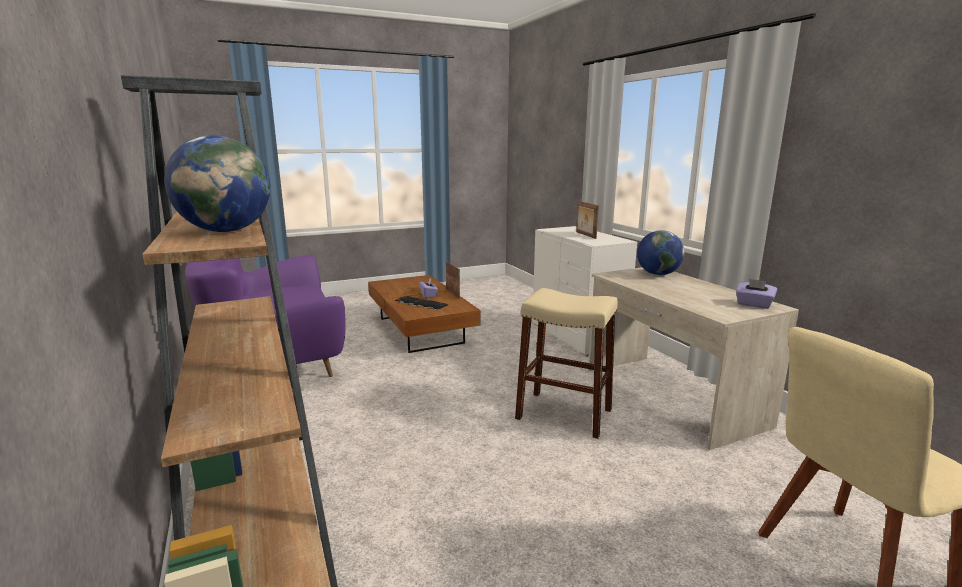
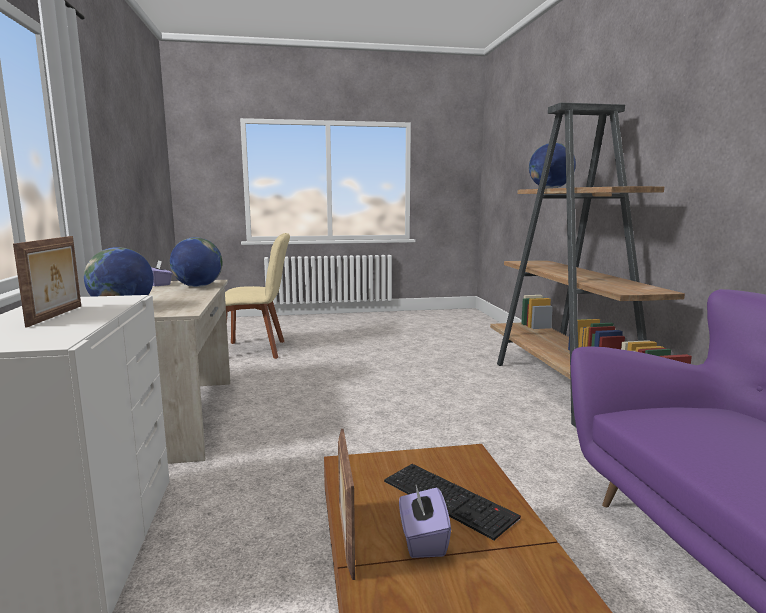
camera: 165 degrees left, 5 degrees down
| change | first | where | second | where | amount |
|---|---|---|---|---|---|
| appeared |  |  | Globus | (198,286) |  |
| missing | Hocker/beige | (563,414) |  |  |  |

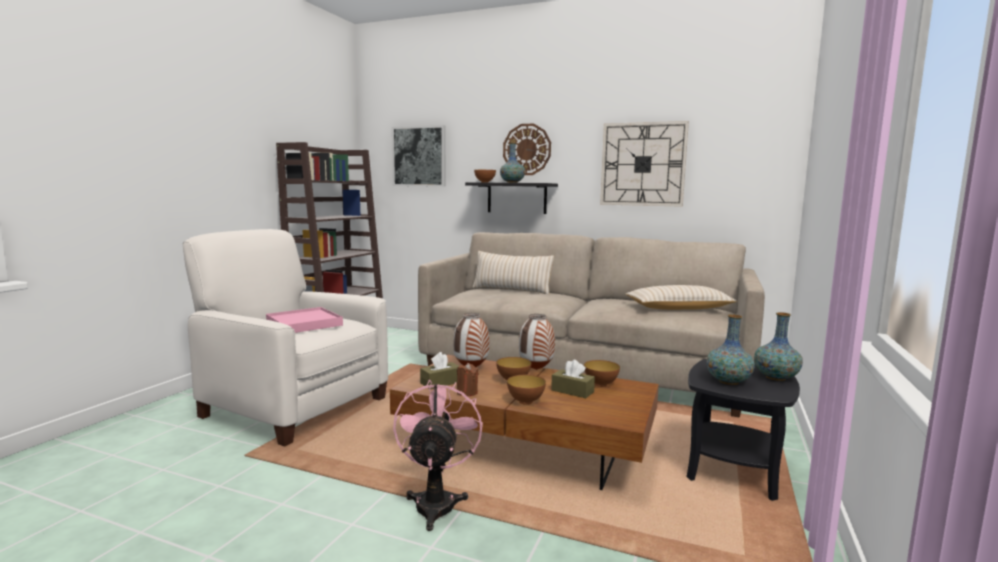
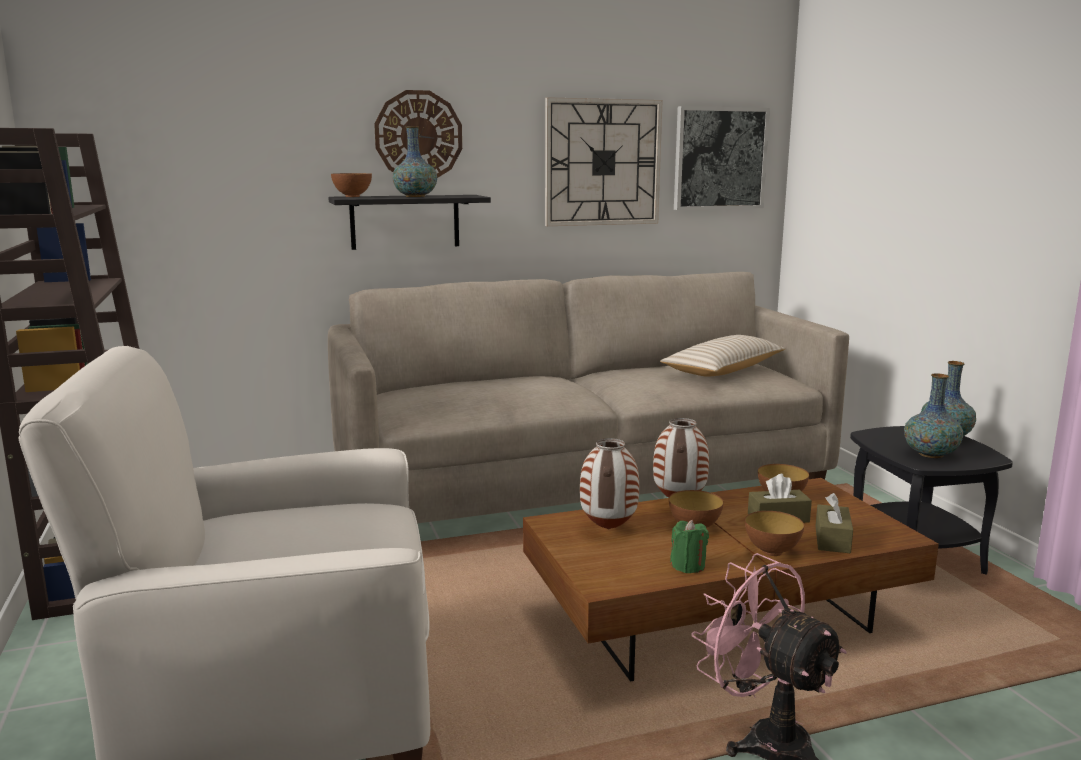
camera: 40 degrees left, 5 degrees up
| change | first | where | second | where | amount |
|---|---|---|---|---|---|
| colour | Kerze/braun | (467,392) | Kerze/grün | (688,566) |  |
| relocated | Bild | (419,156) |  | (719,158) |  |
| relocated | Taschentuchbox/braun | (441,382) |  | (832,539) |  |
| missing | Tablett/rosa | (304,324) |  |  |  |
| missing | Kissen/beige | (511,290) |  |  |  |

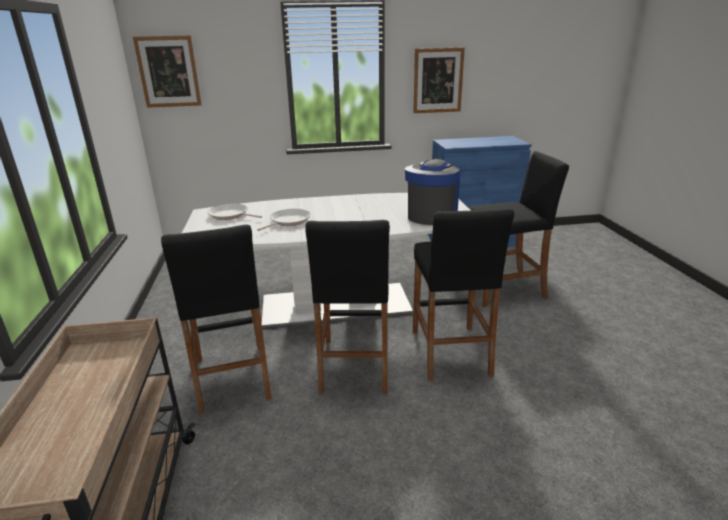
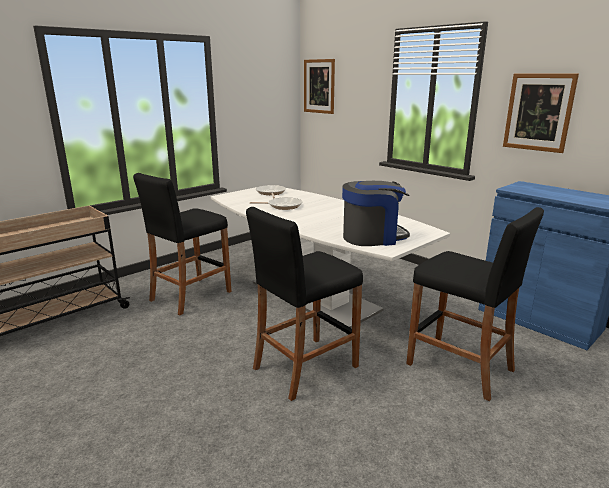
camera: 55 degrees right, 5 degrees down
| change | first | where | second | where | amount |
|---|---|---|---|---|---|
| missing | Hocker/schwarz | (354,366) |  |  |  |

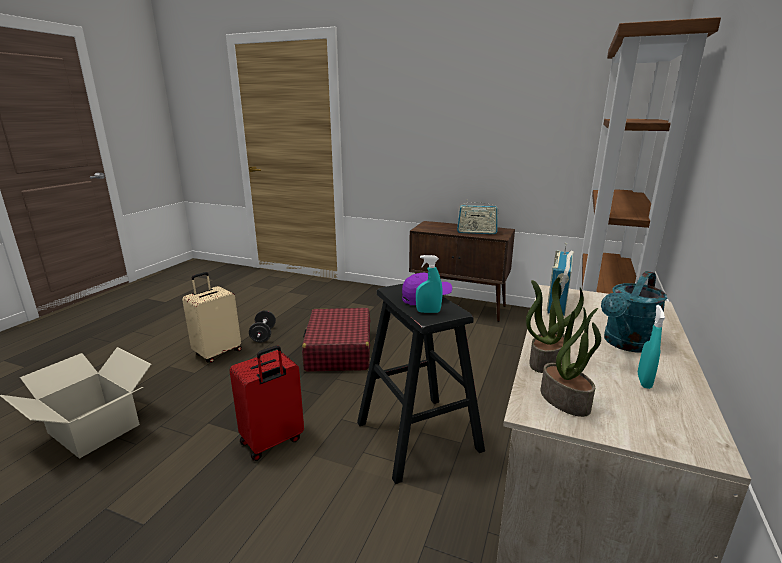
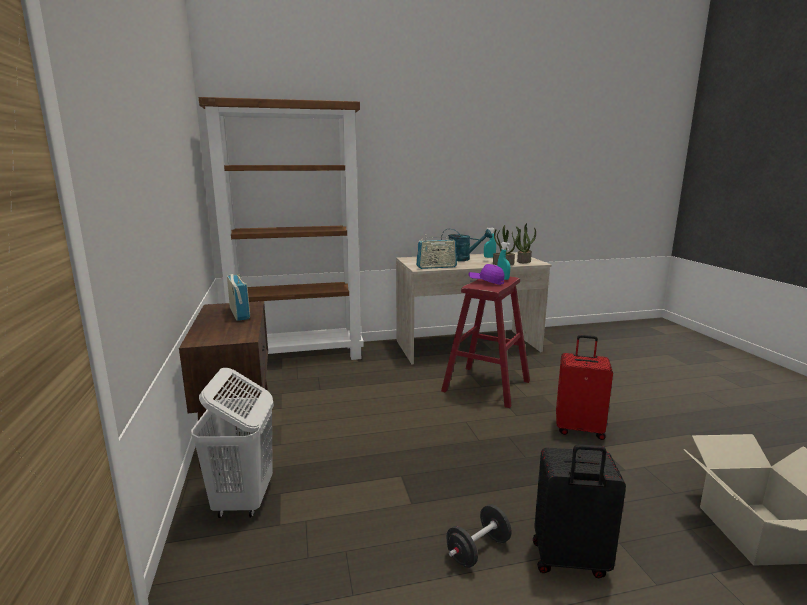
camera: 125 degrees left, 5 degrees down
| change | first | where | second | where | amount |
|---|---|---|---|---|---|
| appeared |  |  | Wäschekorb/weiß | (243,500) |  |
| colour | Hocker/schwarz | (418,436) | Hocker/rot | (486,386) |  |
| colour | Koffer/beige | (217,353) | Koffer/schwarz | (569,561) |  |
| missing | Koffer/rot | (339,350) |  |  |  |

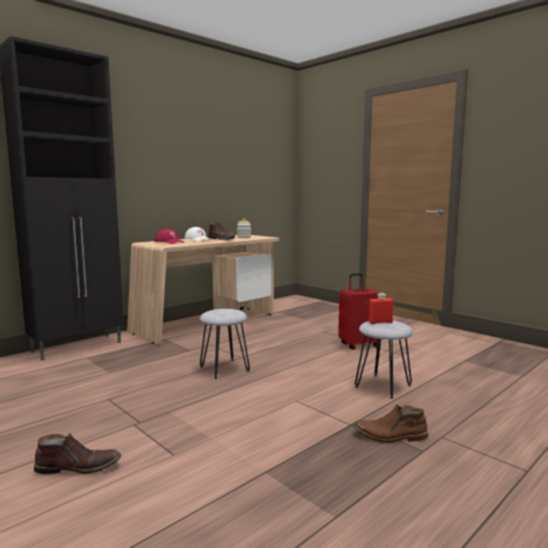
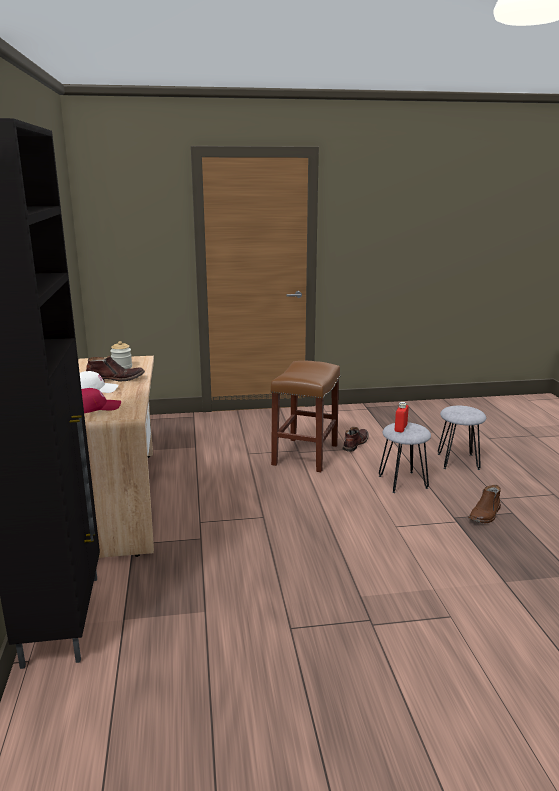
camera: 55 degrees left, 10 degrees up
| change | first | where | second | where | amount |
|---|---|---|---|---|---|
| exchanged | Koffer/rot | (358,345) | Hocker/braun | (305,454) |  |
| relocated | Stiefel/braun | (79,467) |  | (354,443) |  |
| relocated | Hocker/grau | (225,368) |  | (458,461) |  |

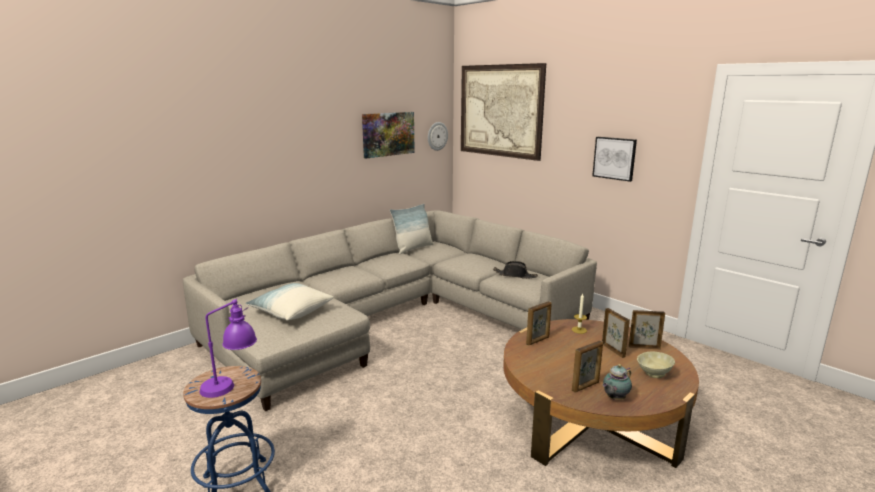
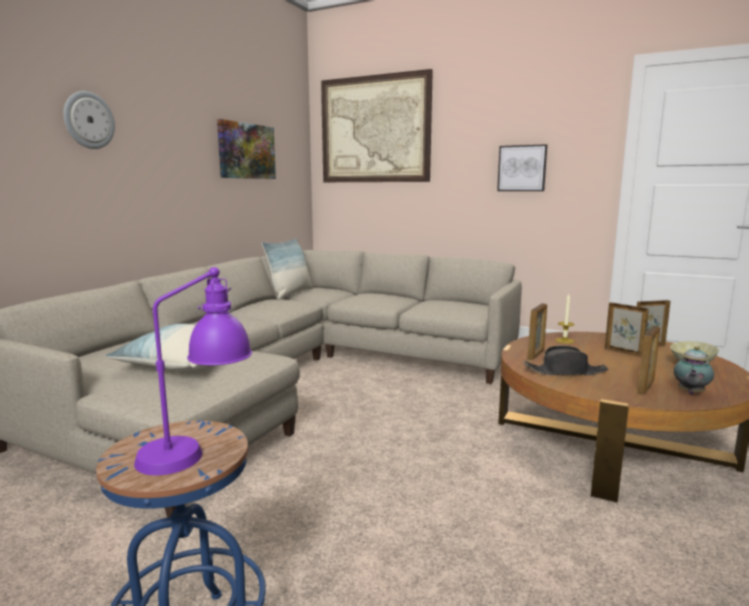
camera: 20 degrees left, 5 degrees down
| change | first | where | second | where | amount |
|---|---|---|---|---|---|
| relocated | Wanduhr | (437,136) |  | (88,120) |  |
| relocated | Hut/schwarz | (515,275) |  | (565,372) |  |

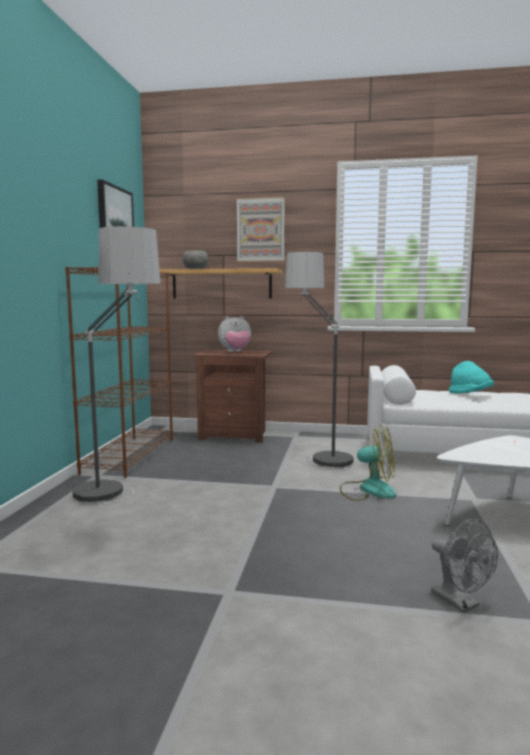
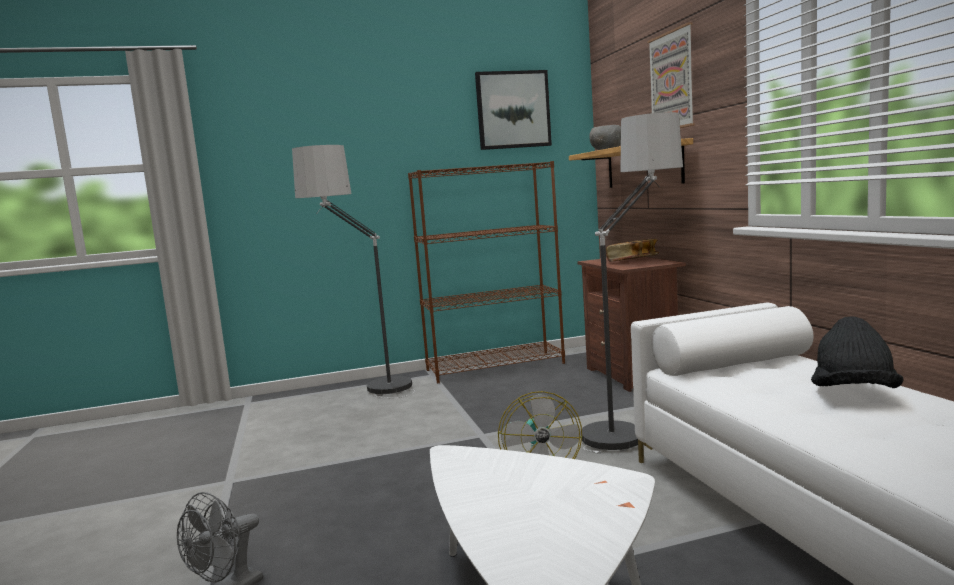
camera: 65 degrees right, 0 degrees up
| change | first | where | second | where | amount |
|---|---|---|---|---|---|
| exchanged | Plüschtier | (235,352) | Buch | (632,261) |  |
| colour | Hut/türkis | (470,394) | Hut/schwarz | (853,394) |  |

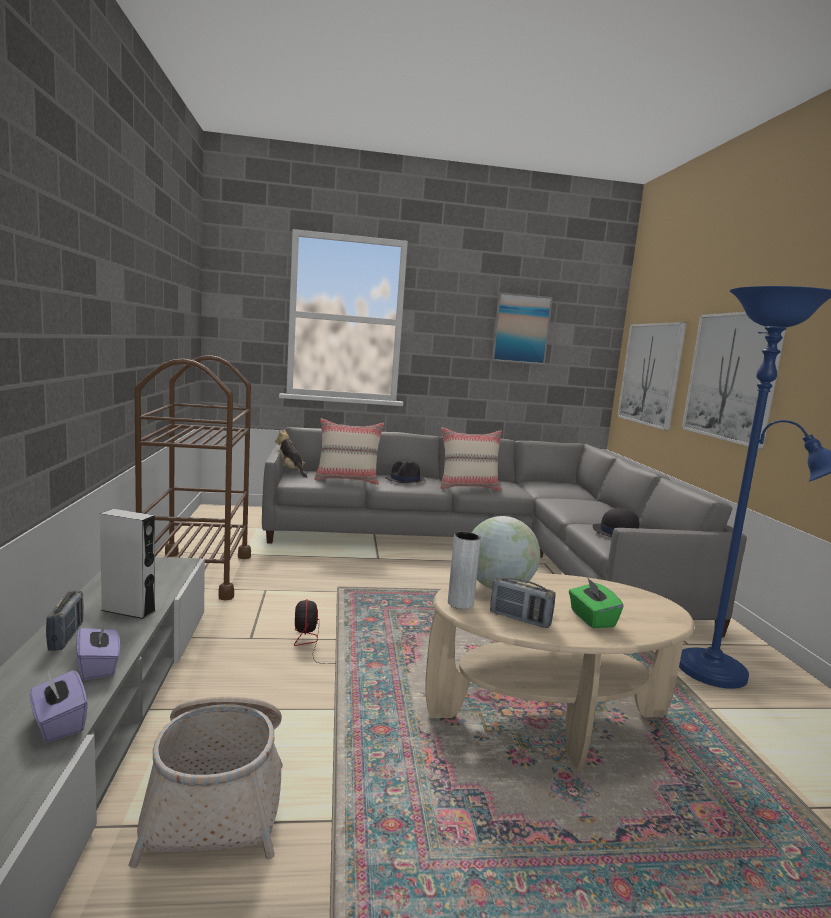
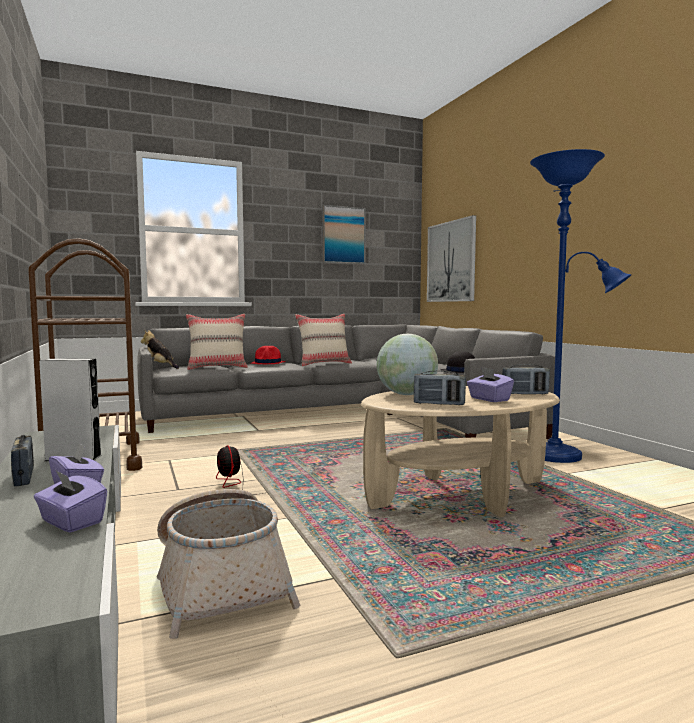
camera: 15 degrees left, 5 degrees down
| change | first | where | second | where | amount |
|---|---|---|---|---|---|
| colour | Hut/schwarz | (405,479) | Hut/rot | (268,363) |  |
| colour | Taschentuchbox/grün | (591,619) | Taschentuchbox/lila | (489,399) |  |
| appeared |  |  | Radio | (525,394) |  |
| missing | Vase/grau | (460,603) |  |  |  |
| missing | Bild | (732,376) |  |  |  |

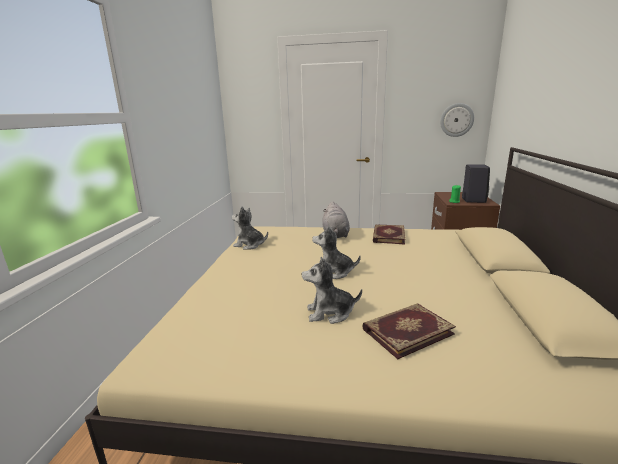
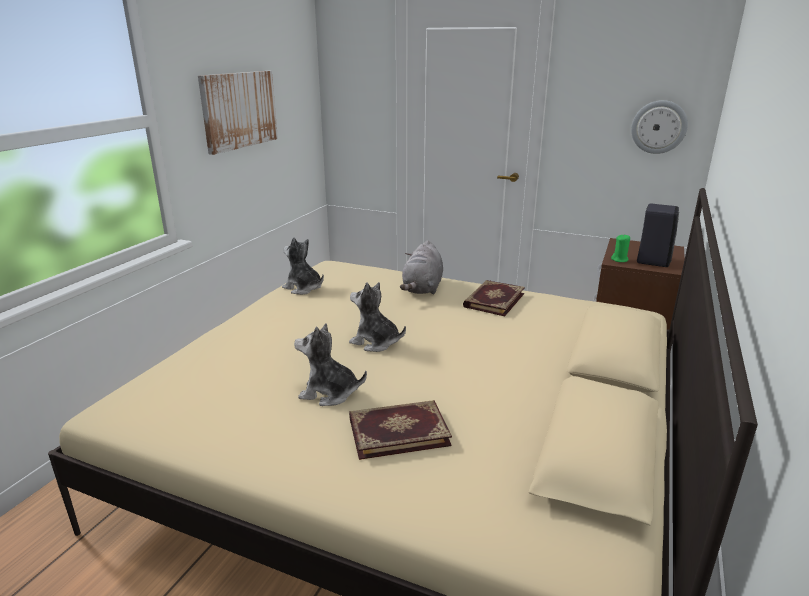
camera: 15 degrees right, 5 degrees up
| change | first | where | second | where | amount |
|---|---|---|---|---|---|
| appeared |  |  | Bild | (239,110) |  |

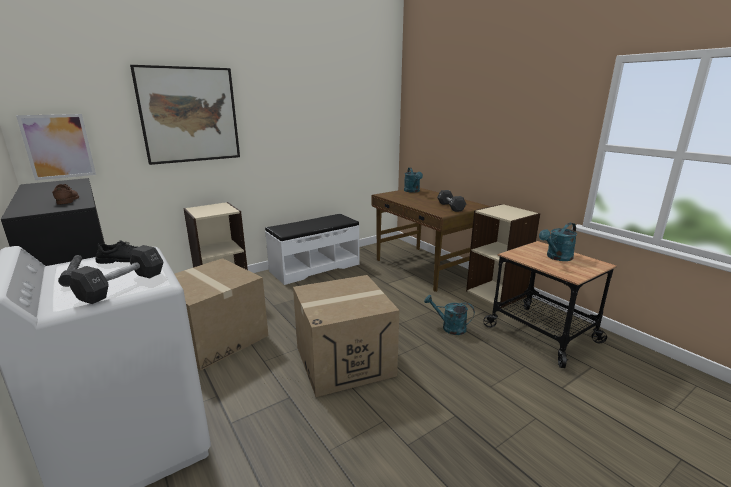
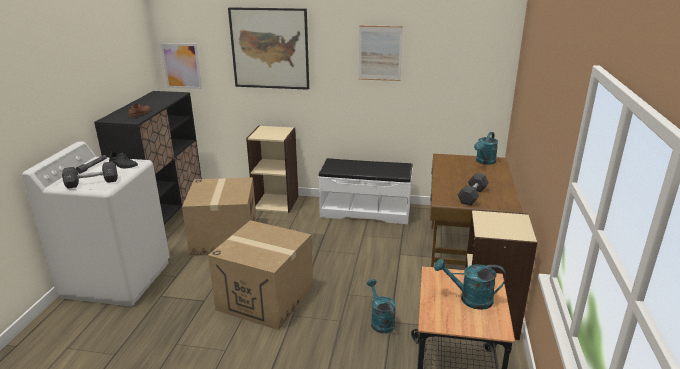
camera: 45 degrees right, 5 degrees up
| change | first | where | second | where | amount |
|---|---|---|---|---|---|
| appeared |  |  | Bild | (380,53) |  |

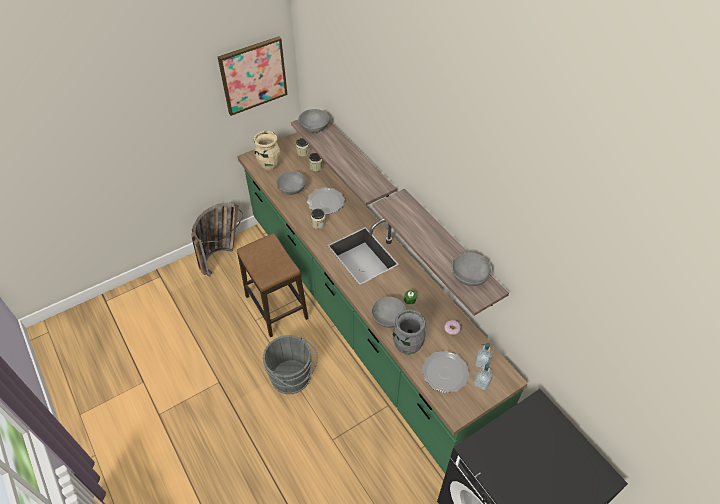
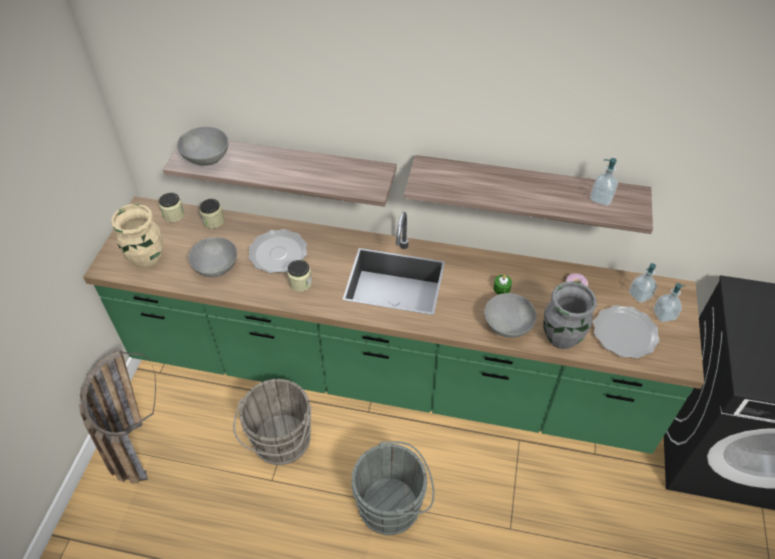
camera: 45 degrees left, 0 degrees up
| change | first | where | second | where | amount |
|---|---|---|---|---|---|
| exchanged | Hocker | (276,307) | Eimer/grau | (280,443) |  |
| exchanged | Schüssel/grau | (469,277) | Seifenspender | (601,198) |  |
| missing | Bild | (253,75) |  |  |  |

